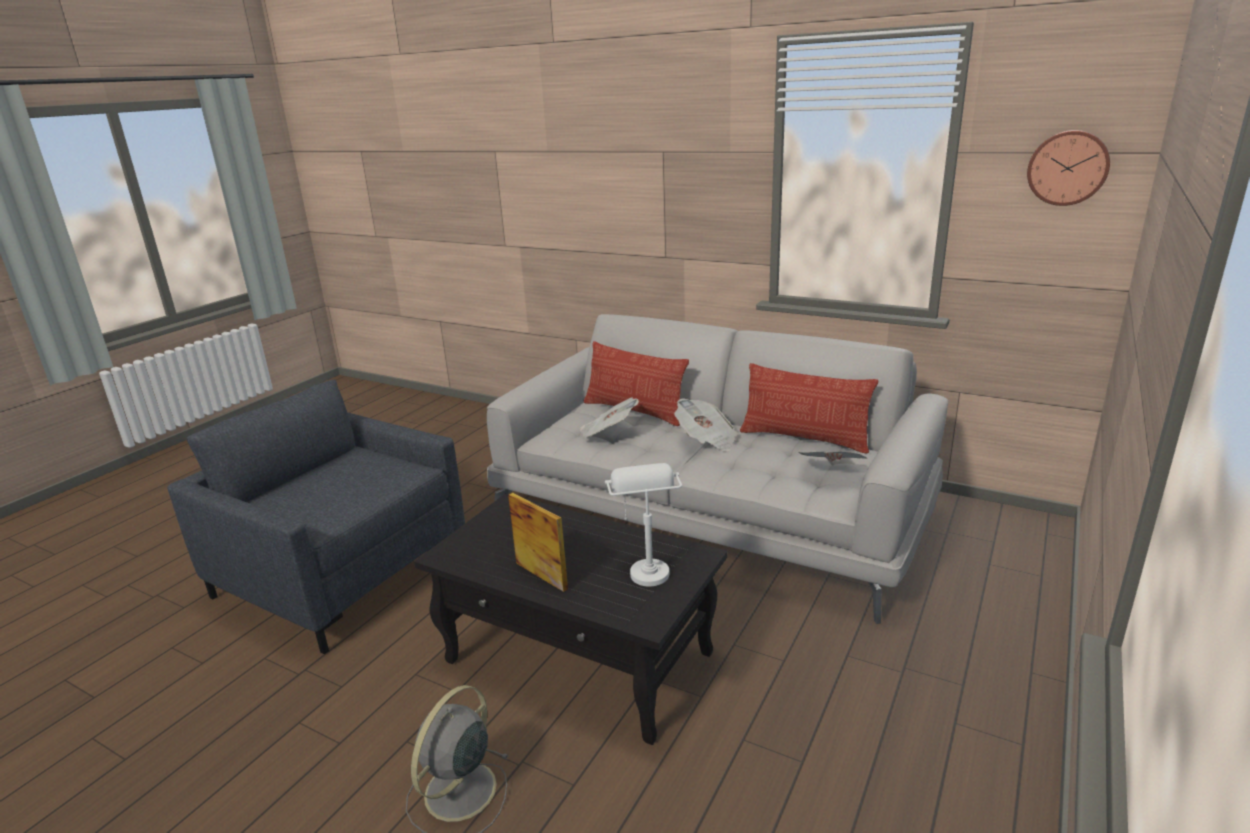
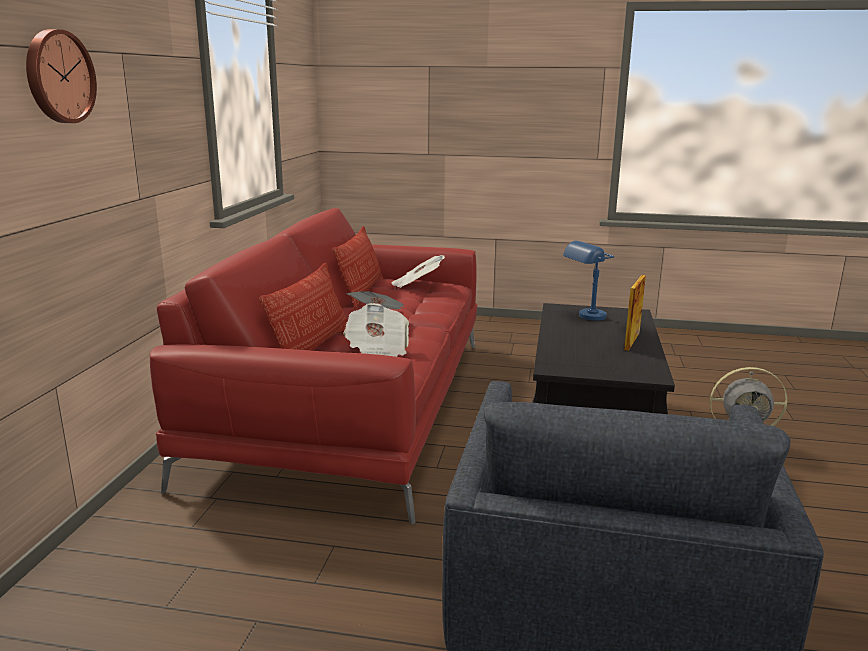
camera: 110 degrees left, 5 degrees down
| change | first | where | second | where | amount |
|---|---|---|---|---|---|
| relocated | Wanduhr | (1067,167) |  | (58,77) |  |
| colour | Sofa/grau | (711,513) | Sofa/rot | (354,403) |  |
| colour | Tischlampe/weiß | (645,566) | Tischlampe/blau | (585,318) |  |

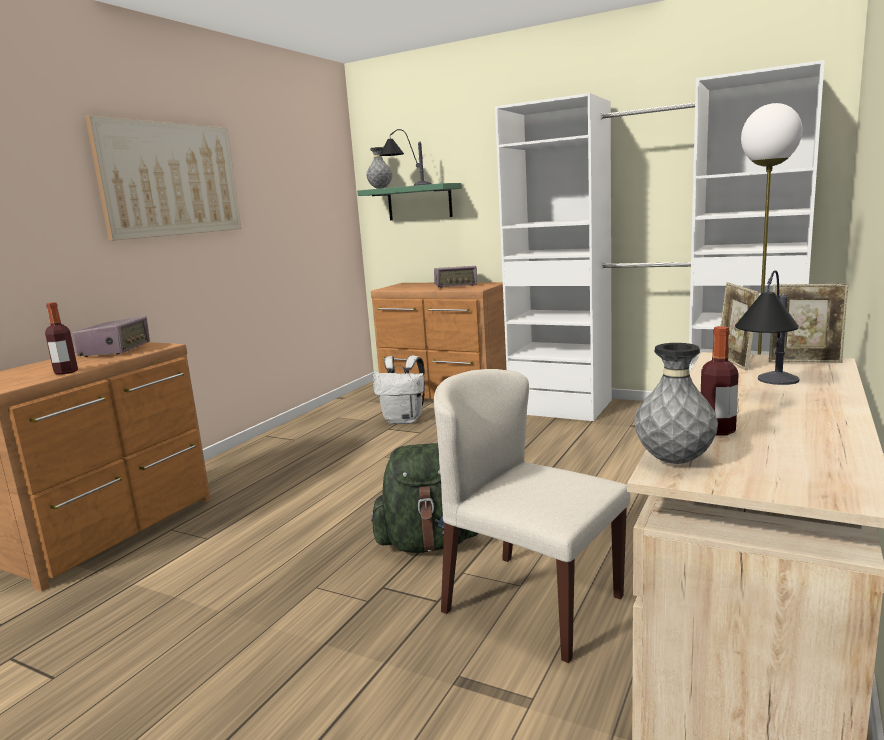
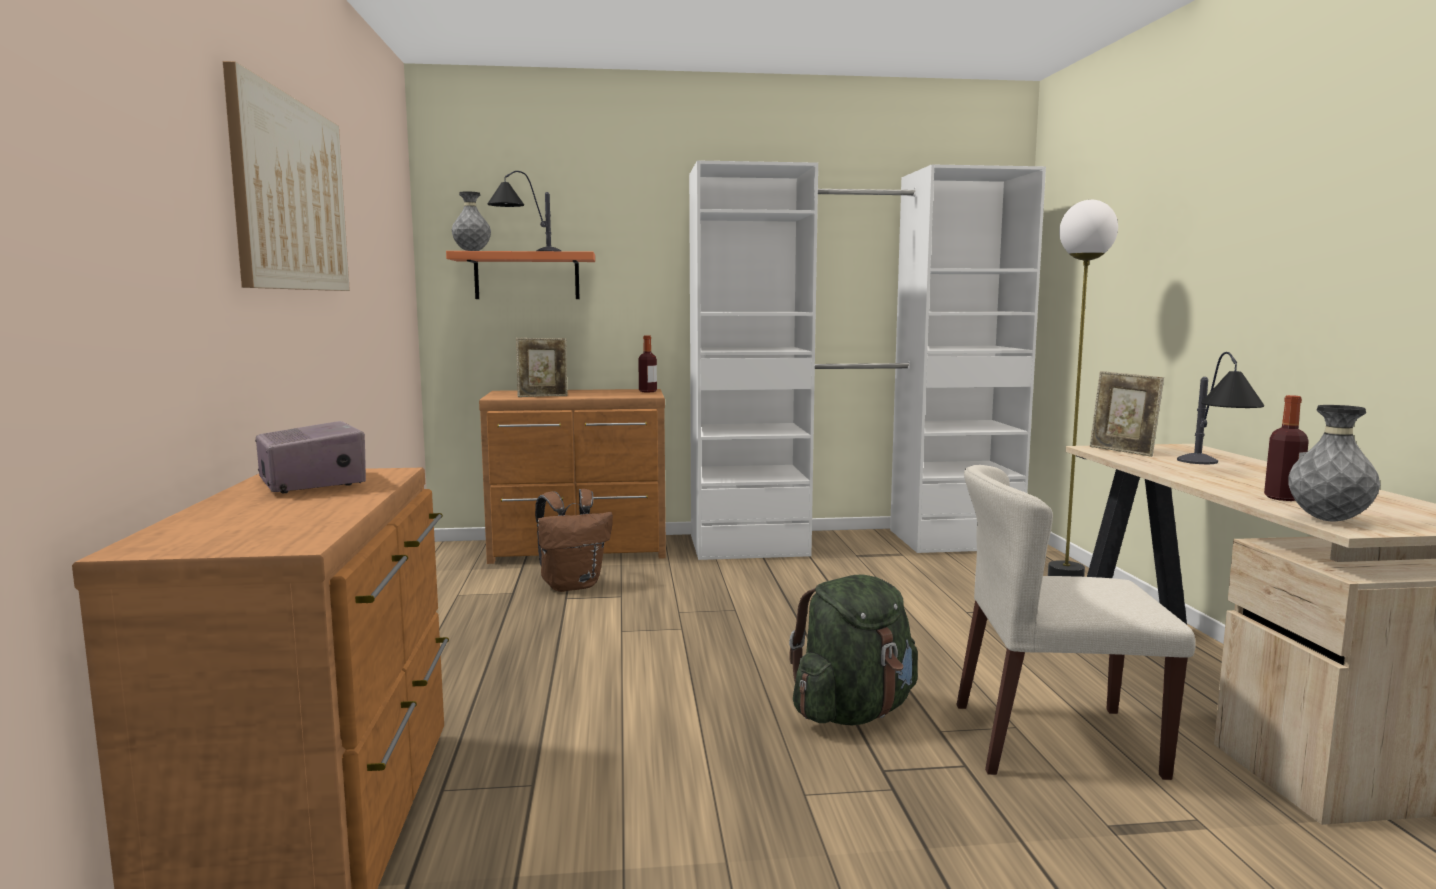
camera: 35 degrees left, 5 degrees down
| change | first | where | second | where | amount |
|---|---|---|---|---|---|
| colour | Wandregal/grün | (419,202) | Wandregal/orange | (527,276) |  |
| relocated | Bilderrahmen | (804,362) |  | (543,396) |  |
| colour | Rucksack/weiß | (404,420) | Rucksack/braun | (572,585) |  |
| relocated | Flasche | (66,372) |  | (647,391) |  |
| missing | Radio | (456,285) |  |  |  |

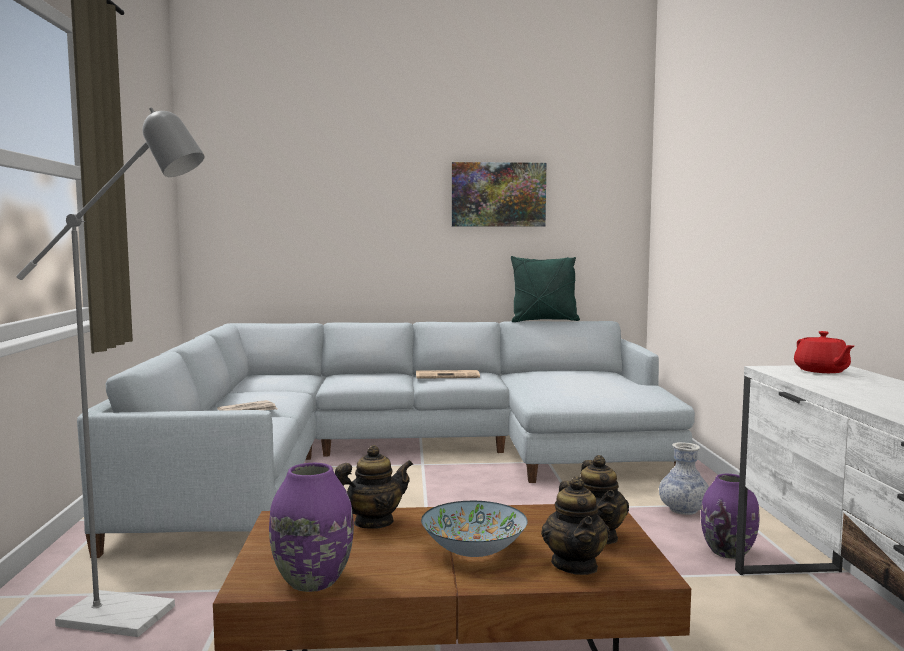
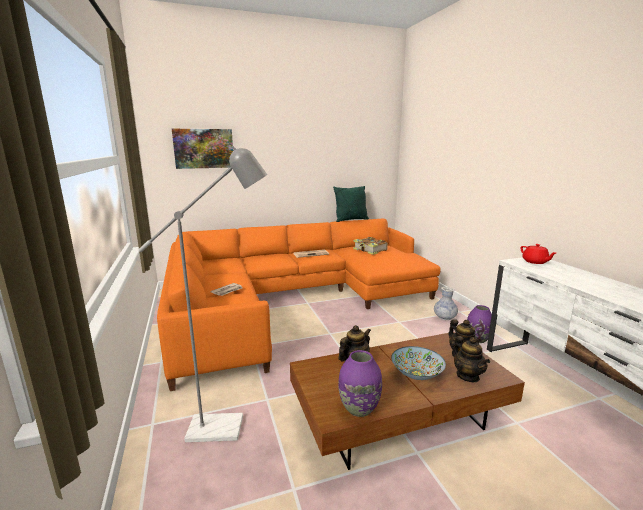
camera: 15 degrees left, 10 degrees up
| change | first | where | second | where | amount |
|---|---|---|---|---|---|
| colour | Sofa/grau | (399,456) | Sofa/orange | (292,299) |  |
| relocated | Bild | (498,194) |  | (204,148) |  |
| appeared |  |  | Buch | (370,250) |  |

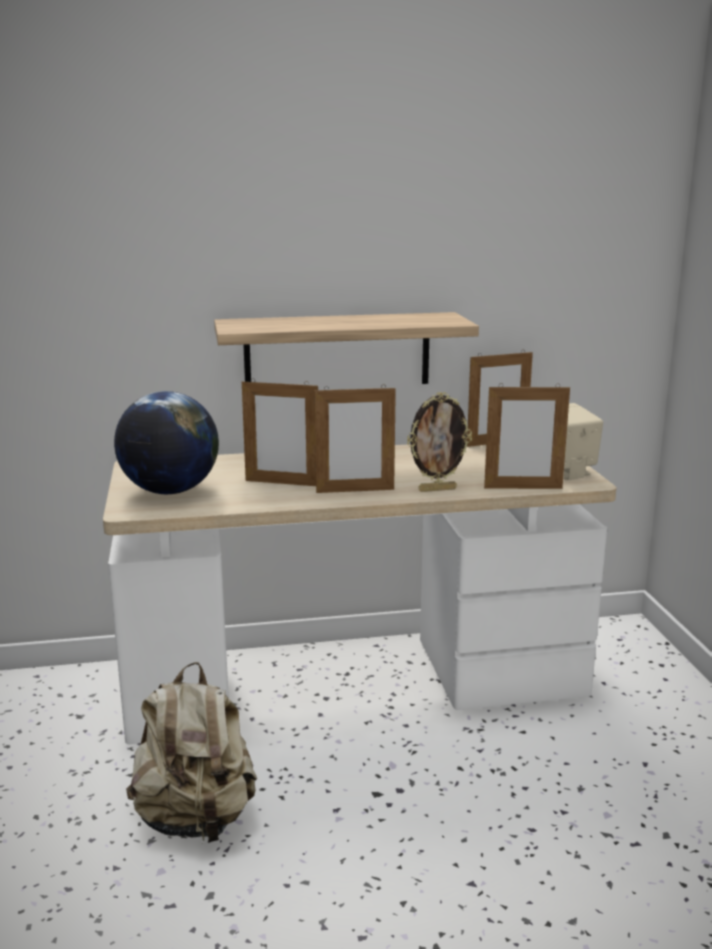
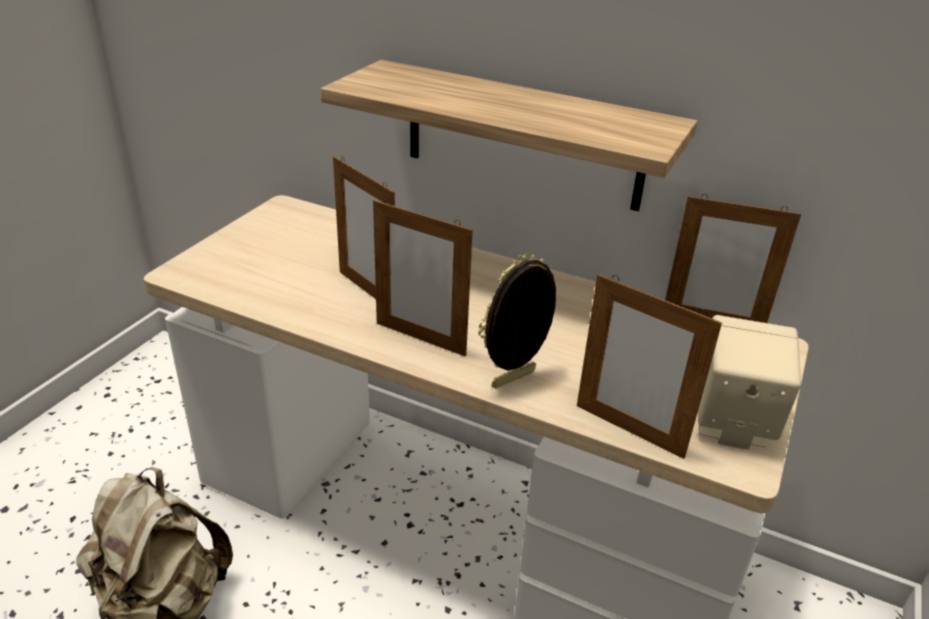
camera: 35 degrees right, 15 degrees up
| change | first | where | second | where | amount |
|---|---|---|---|---|---|
| spun | Bilderrahmen | (437,489) |  | (515,380) | 120 degrees clockwise |
| missing | Globus | (170,491) |  |  |  |

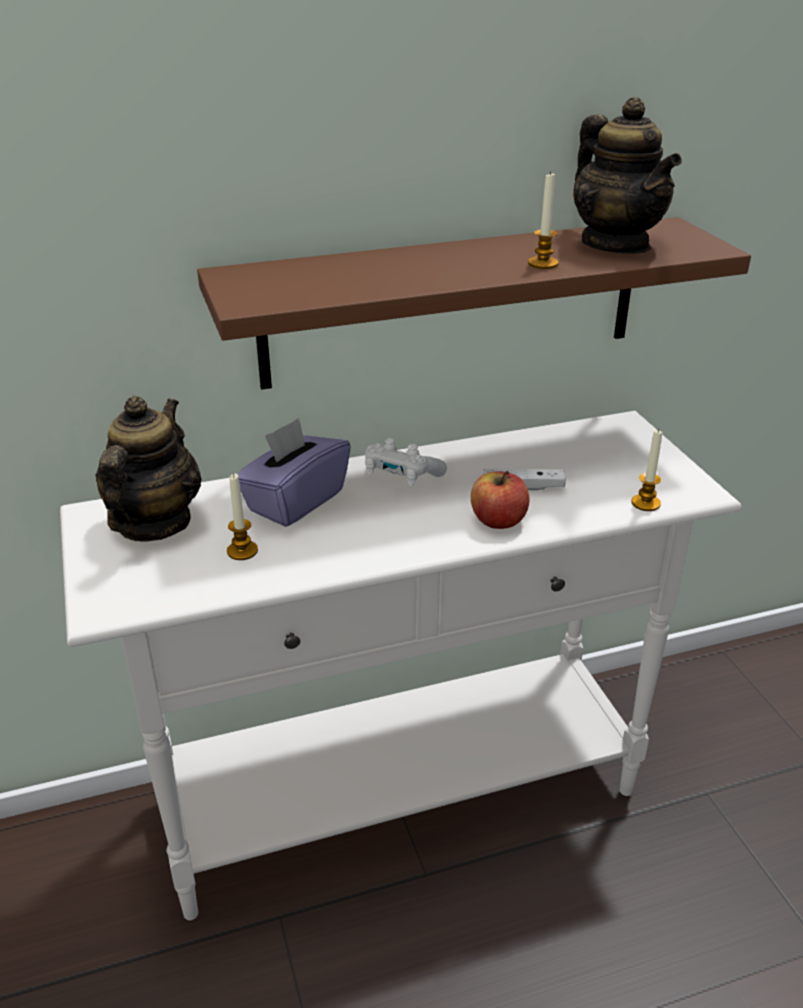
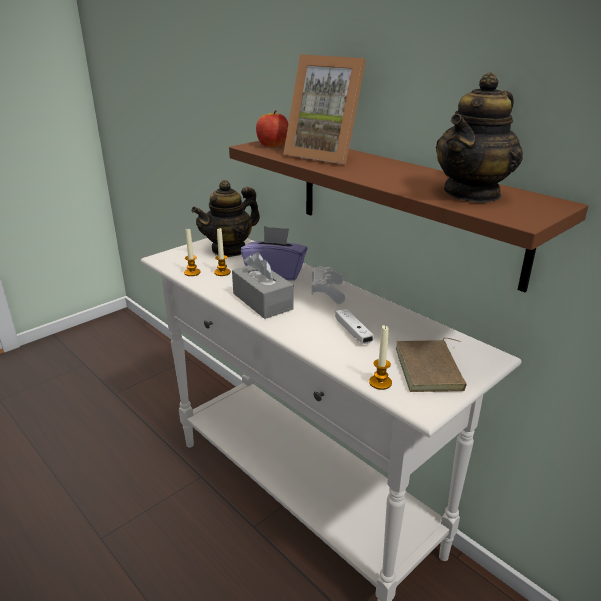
camera: 65 degrees right, 5 degrees down
| change | first | where | second | where | amount |
|---|---|---|---|---|---|
| relocated | Kerze | (543,263) |  | (192,272) |  |
| spun | Teekanne | (154,524) |  | (229,249) | 150 degrees clockwise |
| appeared |  |  | Taschentuchbox/grau | (262,301) |  |
| relocated | Apfel | (498,520) |  | (273,145) |  |
| appeared |  |  | Bilderrahmen | (326,155) |  |
| appeared |  |  | Buch/braun | (431,369) |  |

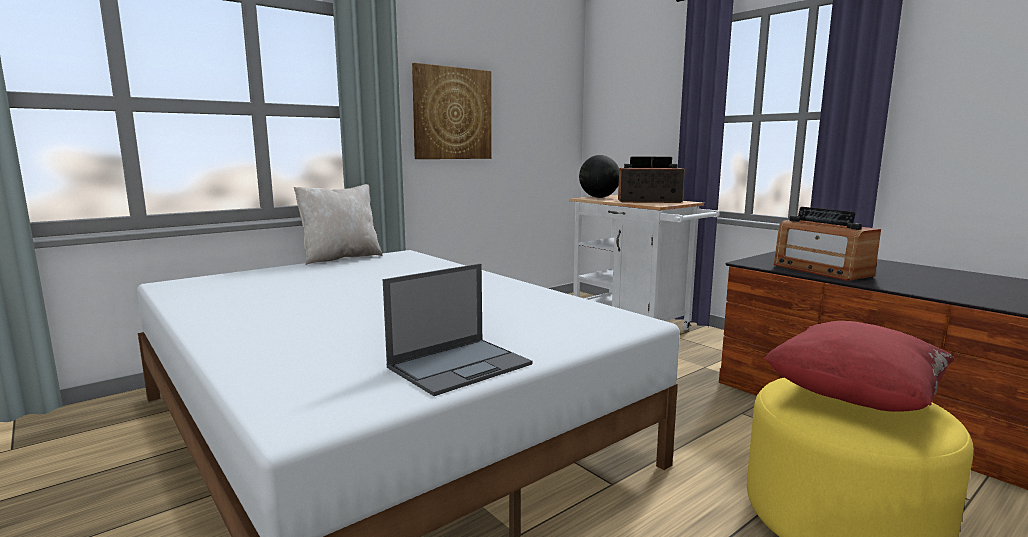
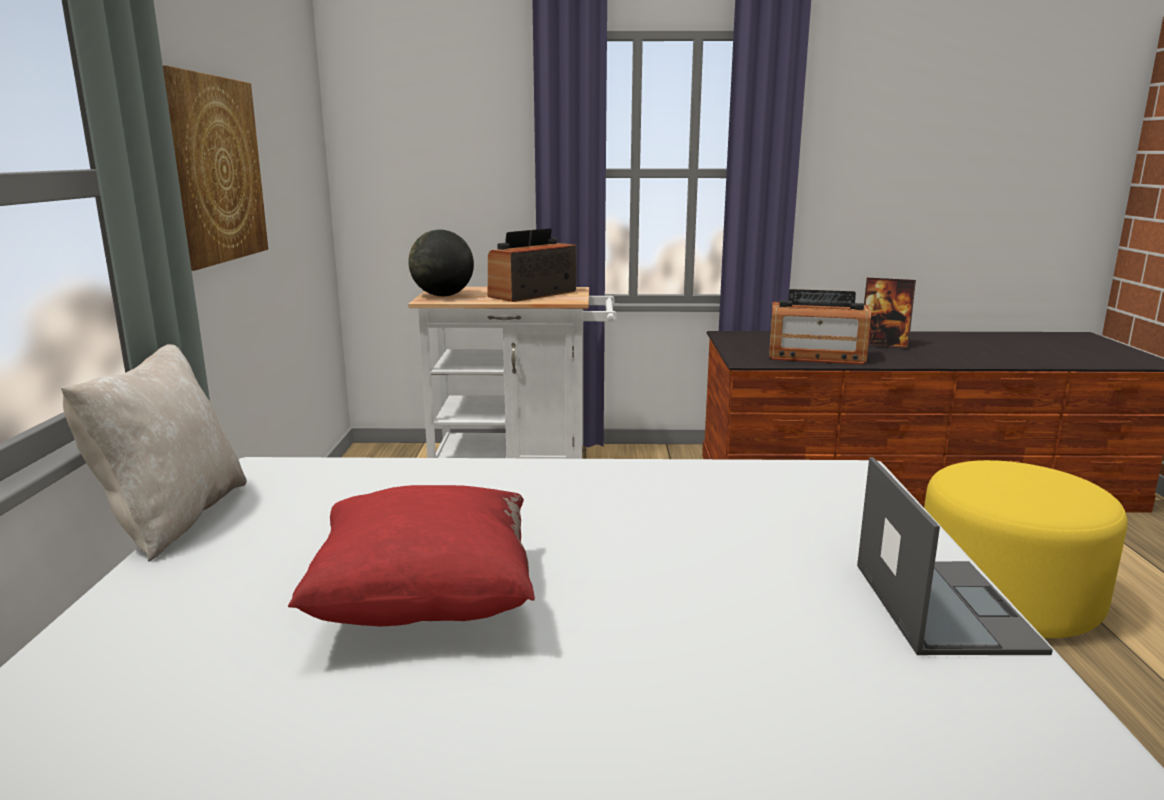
camera: 50 degrees left, 5 degrees up
| change | first | where | second | where | amount |
|---|---|---|---|---|---|
| relocated | Kissen/rot | (853,398) |  | (425,603) |  |
| appeared |  |  | Bilderrahmen | (883,344) |  |

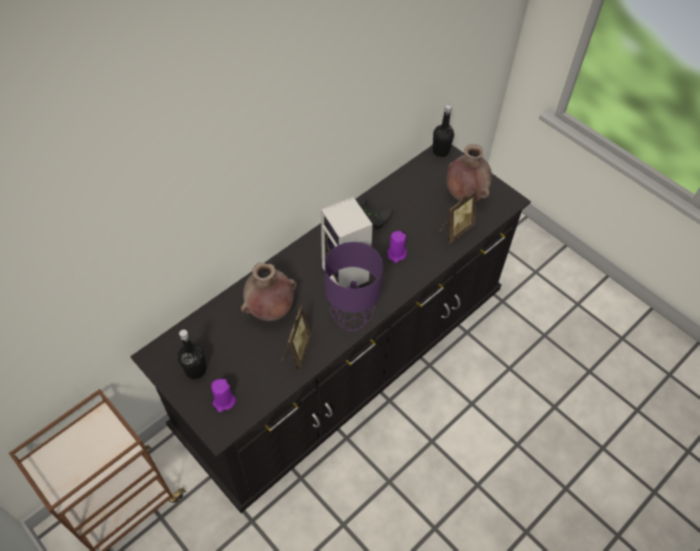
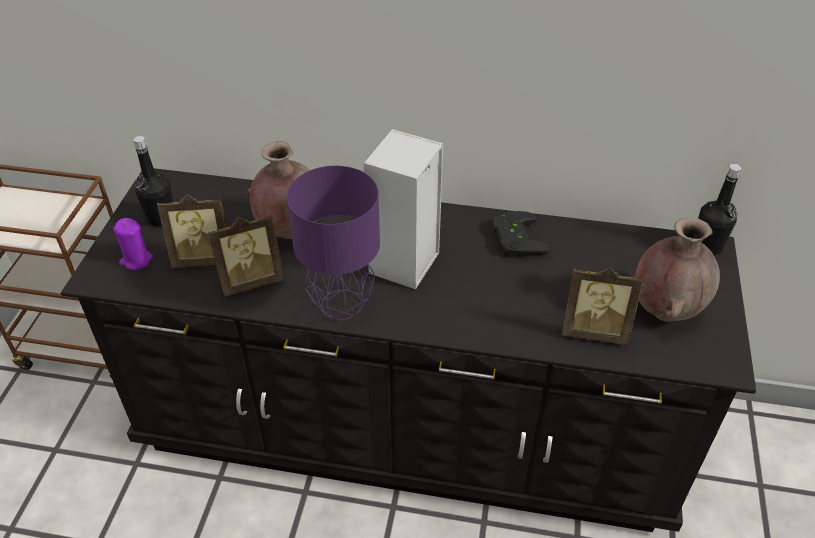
camera: 55 degrees right, 10 degrees down
| change | first | where | second | where | amount |
|---|---|---|---|---|---|
| appeared |  |  | Bilderrahmen | (203,258) |  |
| missing | Kerze/lila | (396,254) |  |  |  |

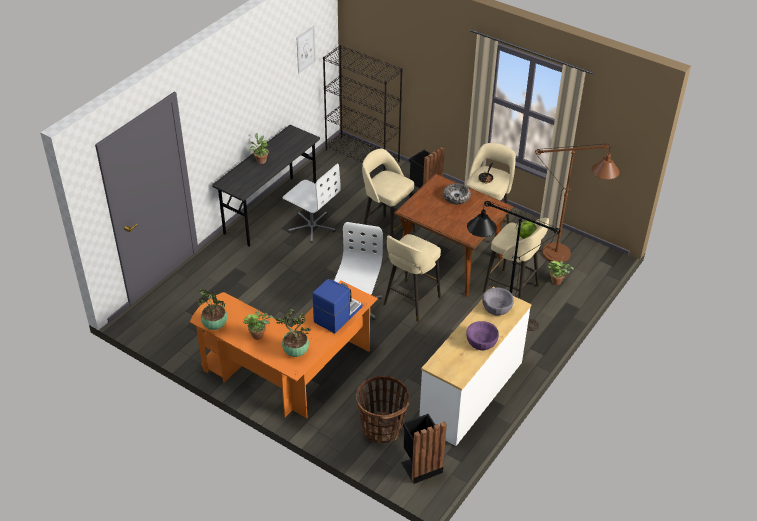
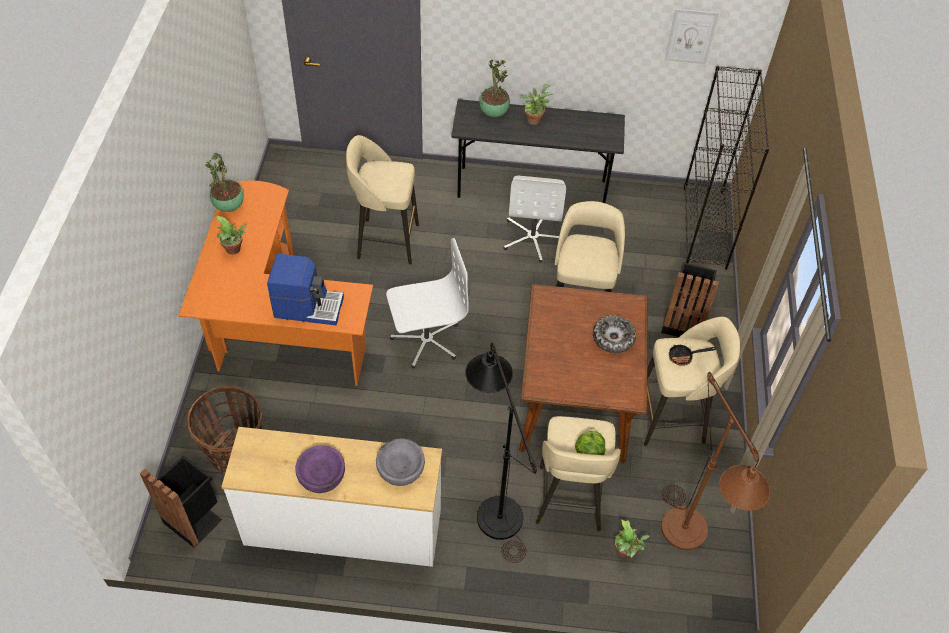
camera: 60 degrees right, 10 degrees up
| change | first | where | second | where | amount |
|---|---|---|---|---|---|
| relocated | Hocker/beige | (410,302) |  | (385,241) |  |
| relocated | Topfpflanze | (295,352) |  | (493,112) |  |

